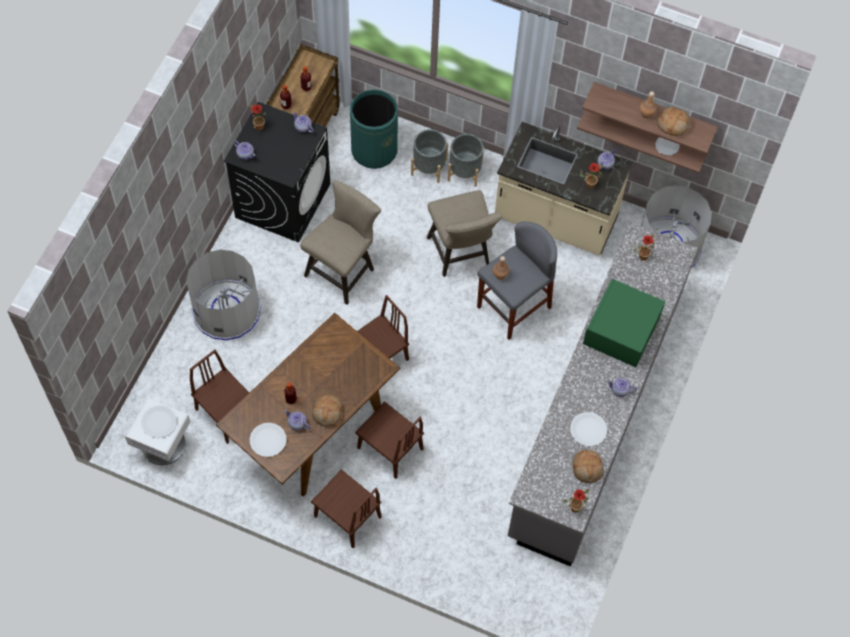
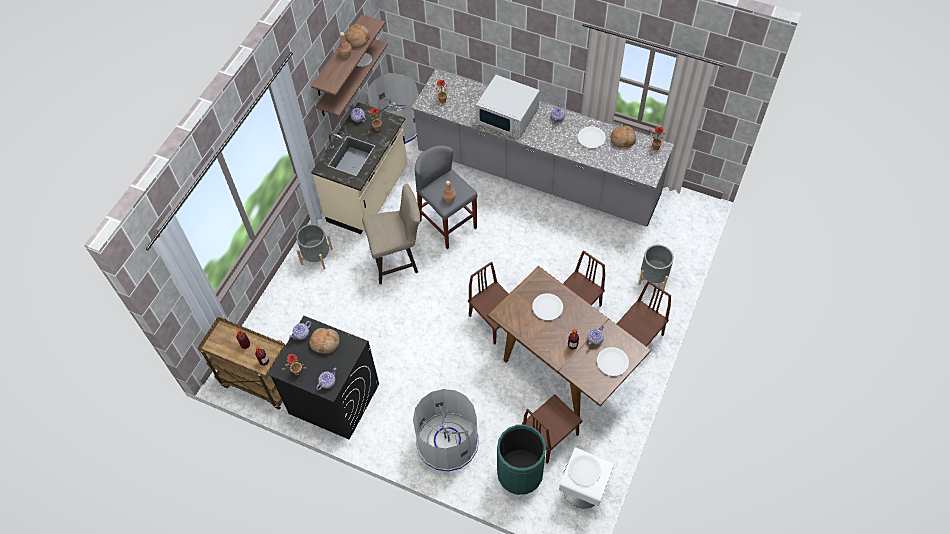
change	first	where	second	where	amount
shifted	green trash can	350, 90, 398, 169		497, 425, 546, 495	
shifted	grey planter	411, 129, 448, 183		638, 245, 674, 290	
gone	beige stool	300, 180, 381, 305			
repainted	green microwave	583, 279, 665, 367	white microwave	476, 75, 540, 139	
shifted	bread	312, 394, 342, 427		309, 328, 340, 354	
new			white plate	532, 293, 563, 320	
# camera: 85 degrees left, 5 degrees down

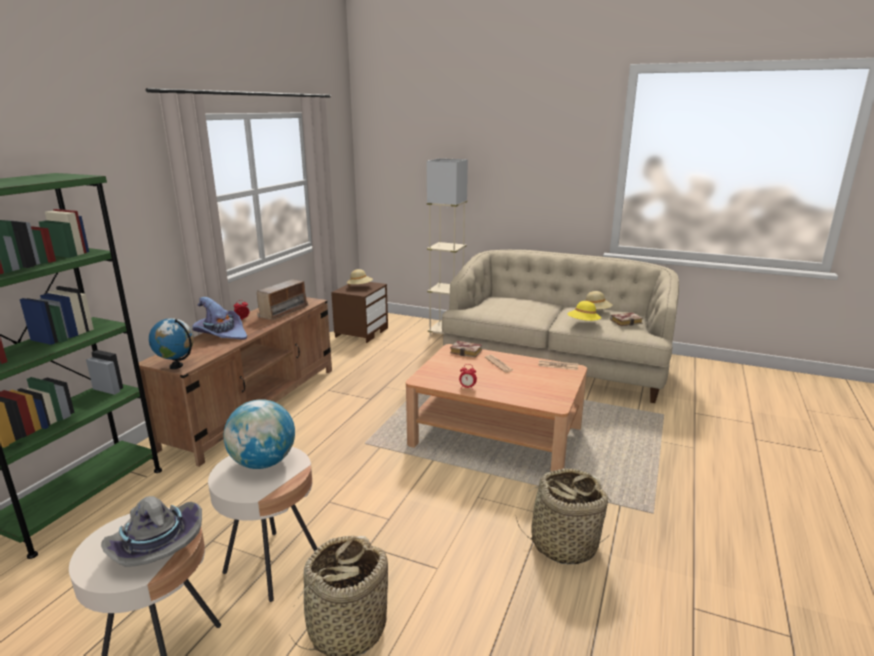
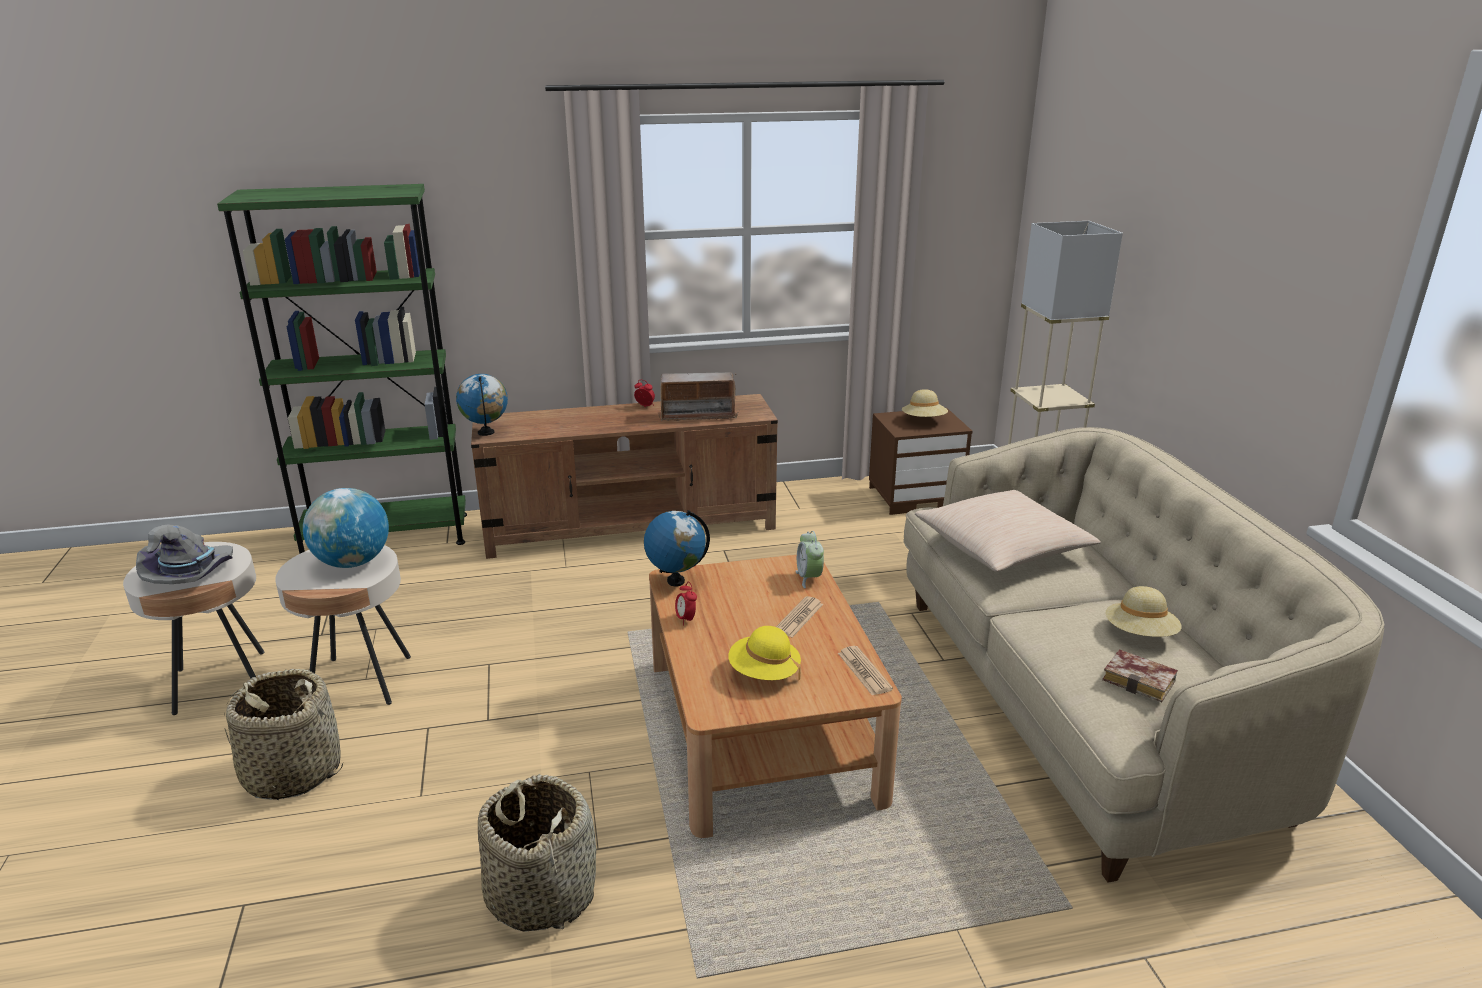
change	first	where	second	where	amount
gone	purple hat	192, 297, 247, 340			
shifted	yellow hat	567, 301, 601, 321		728, 626, 801, 681	
swapped	book	450, 341, 482, 357	alarm clock	795, 531, 824, 588	
new			beige pillow	915, 490, 1101, 572	
new			globe	644, 510, 710, 586	
# camera: 55 degrees right, 5 degrees up

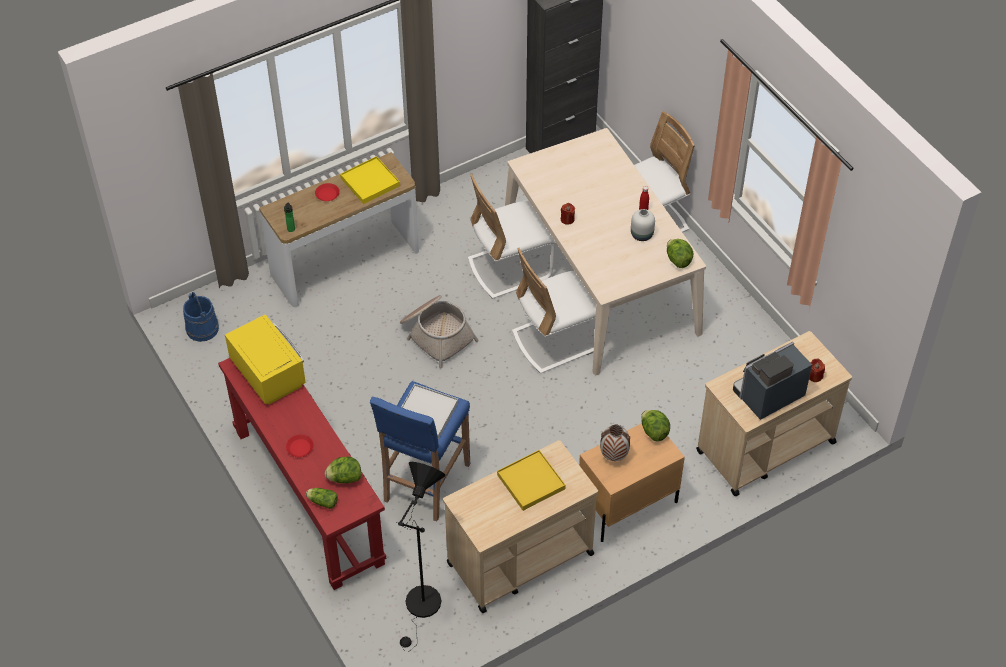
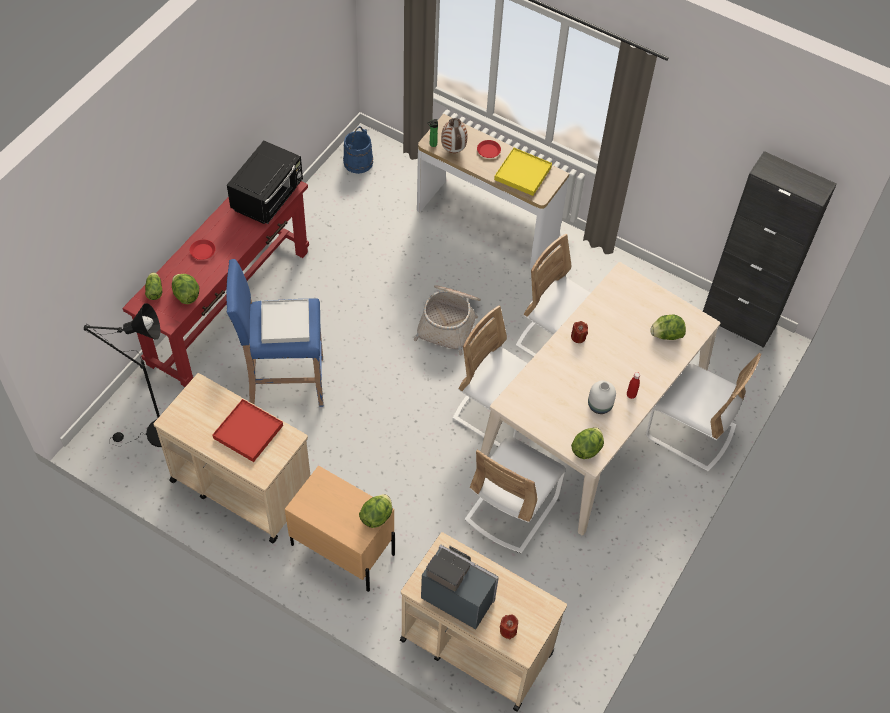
change	first	where	second	where	amount
repainted	yellow microwave	225, 314, 306, 404	black microwave	227, 141, 303, 224	
shifted	vase	600, 425, 630, 461		441, 118, 467, 153	
repainted	yellow tray	497, 450, 566, 511	red tray	212, 399, 283, 462	
new			lettuce	650, 315, 686, 340	
new			white chair	465, 436, 566, 553	
# camera: 60 degrees right, 5 degrees up

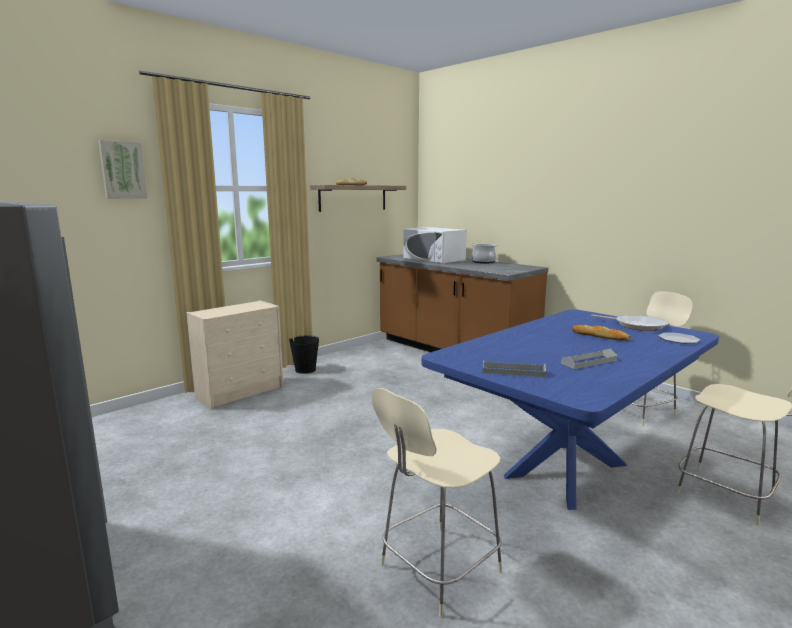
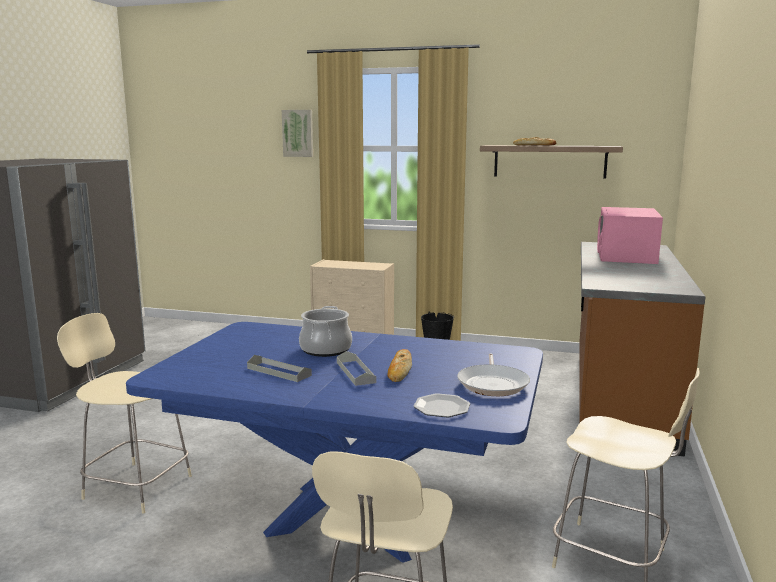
change	first	where	second	where	amount
repainted	white microwave	403, 227, 467, 263	pink microwave	597, 207, 663, 264	
shifted	cooking pot	471, 243, 499, 264		299, 306, 352, 357	
shifted	grey tray	483, 360, 546, 377		337, 351, 376, 386	
# camera: 60 degrees right, 0 degrees up

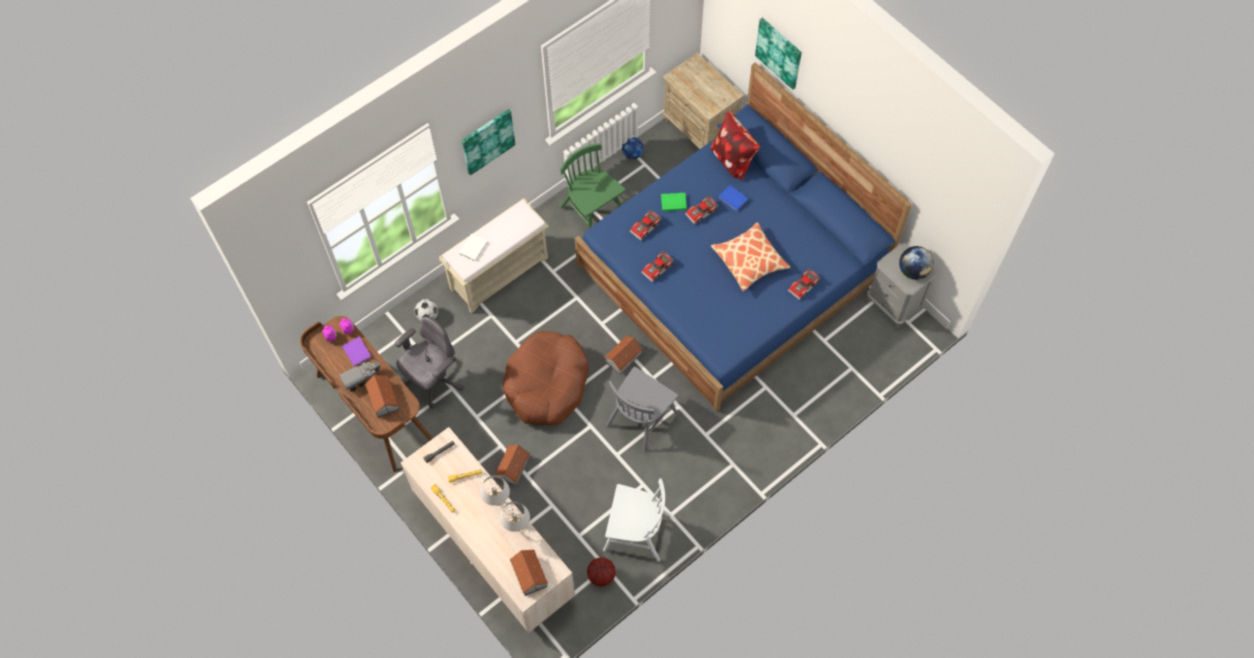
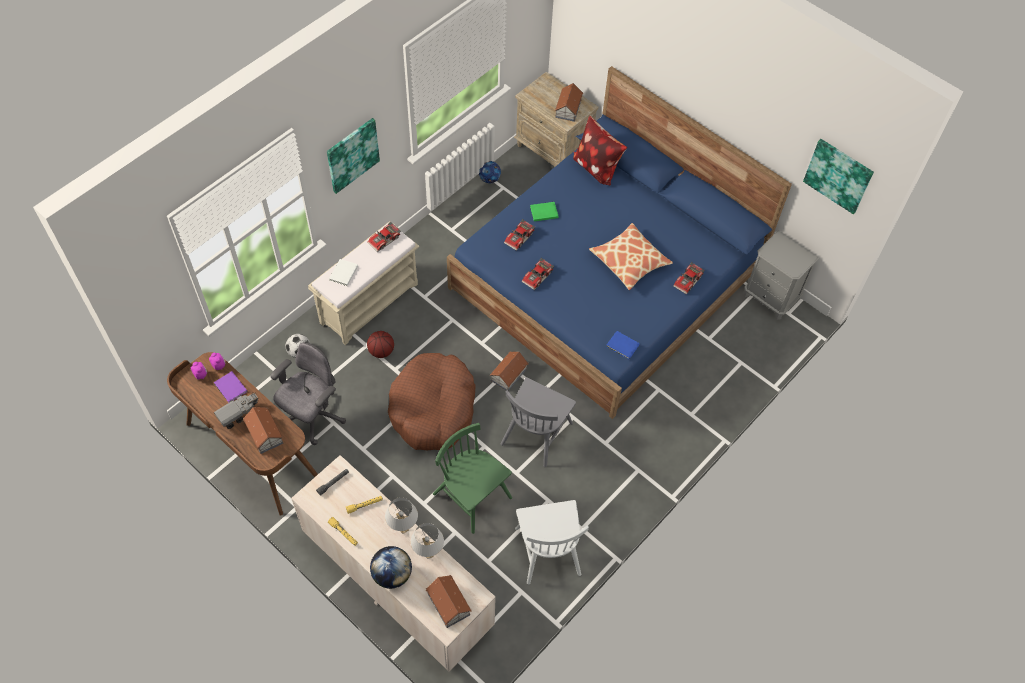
change	first	where	second	where	amount
shifted	picture	755, 18, 802, 90		803, 139, 874, 214	
shifted	green chair	560, 143, 626, 229		433, 423, 512, 534	
shifted	blue book	718, 185, 749, 212		606, 331, 640, 359	
shifted	toy car	685, 196, 719, 224		367, 222, 401, 252	
shifted	globe	899, 246, 934, 280		370, 546, 412, 589	
shifted	toy house	495, 445, 530, 486		555, 83, 583, 122	
rotated	white chair	603, 478, 670, 562		515, 500, 589, 584	75 degrees clockwise
shifted	basketball	587, 557, 616, 586		367, 331, 394, 358	
# camera: 10 degrees left, 5 degrees down

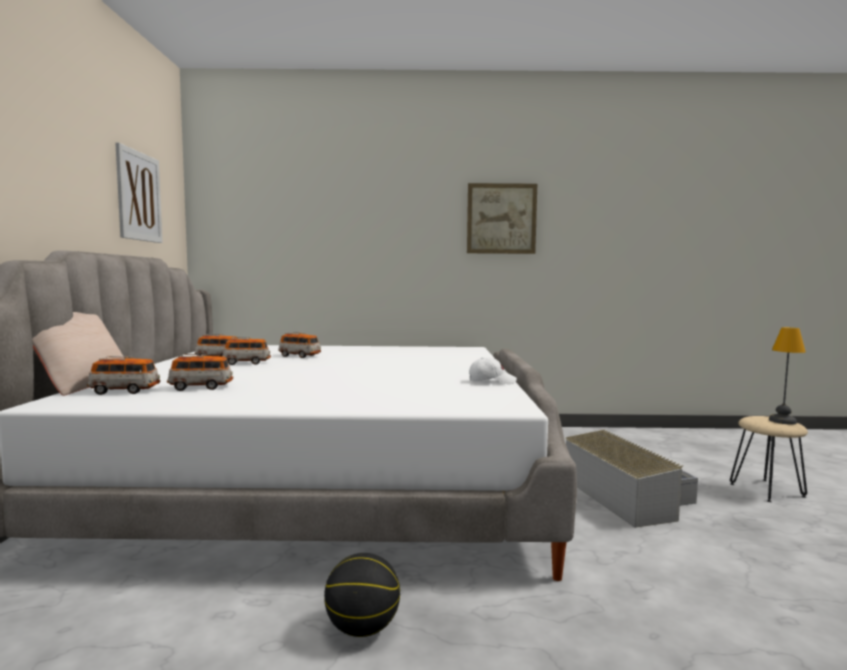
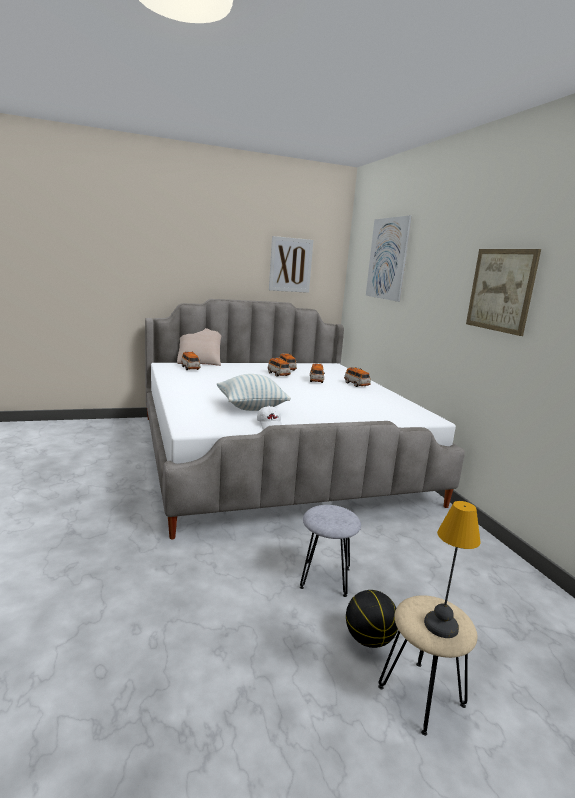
change	first	where	second	where	amount
shifted	toy car	167, 354, 233, 391		344, 367, 371, 387	
swapped	grey storage box	565, 430, 698, 528	grey stool	300, 505, 361, 597	
shifted	basketball	324, 553, 400, 637		346, 590, 398, 648	
new			picture	366, 215, 412, 302	
new			pillow	217, 374, 291, 411	
# camera: 70 degrees right, 10 degrees up

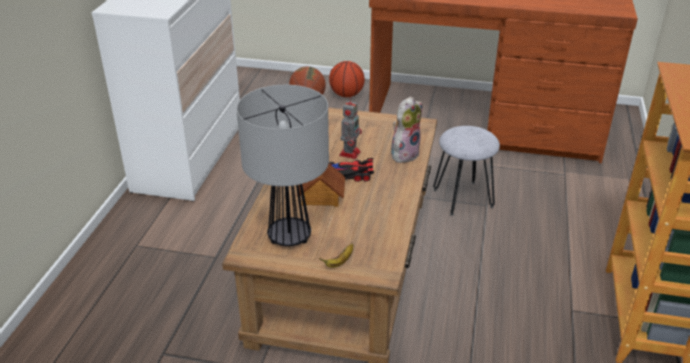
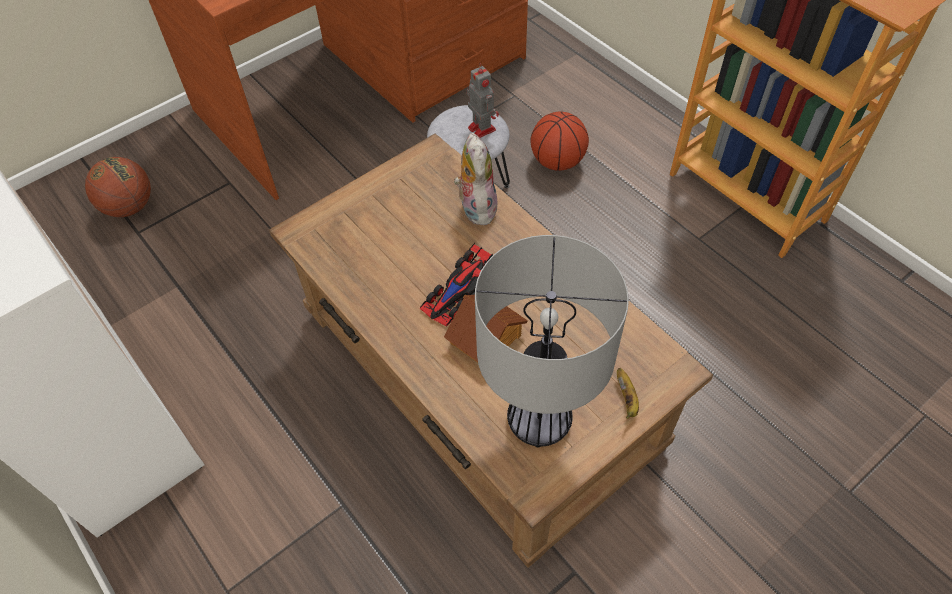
change	first	where	second	where	amount
shifted	basketball	329, 61, 365, 97		530, 111, 589, 171	
shifted	toy robot	339, 99, 362, 159		466, 63, 499, 138	
# camera: 50 degrees left, 20 degrees up

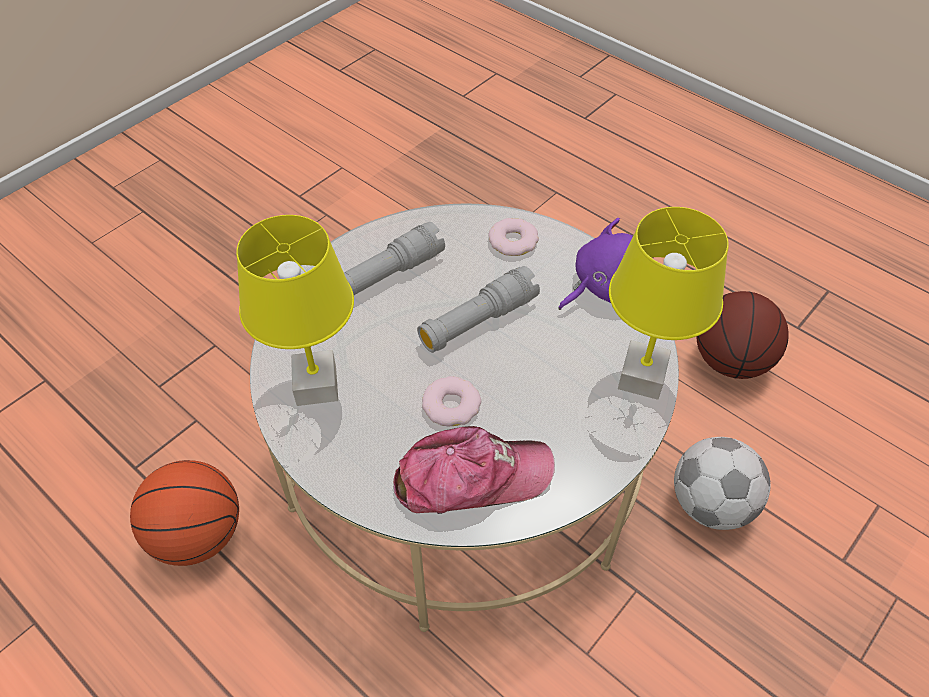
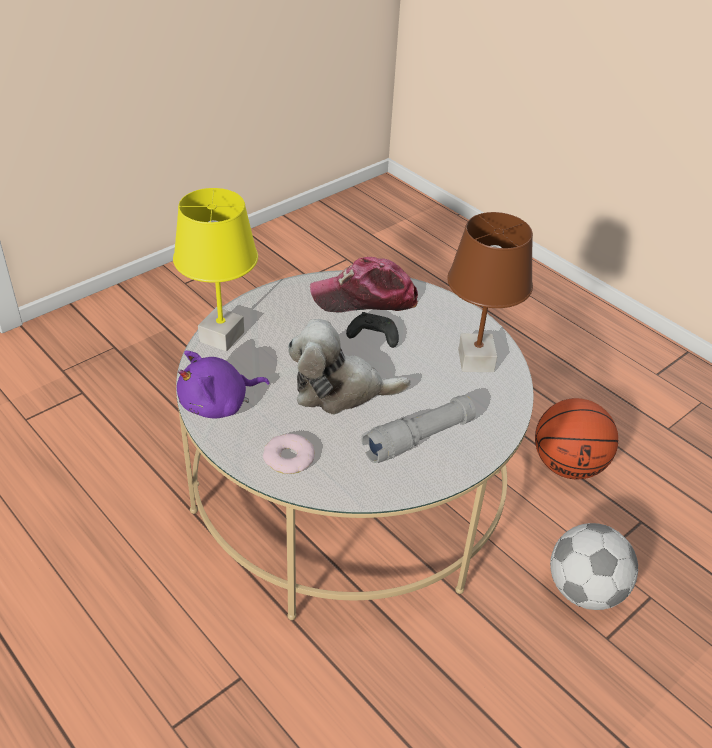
change	first	where	second	where	amount
repainted	yellow table lamp	236, 215, 354, 406	brown table lamp	447, 212, 533, 372	
swapped	grey flashlight	417, 266, 540, 353	plush toy	288, 319, 411, 414	
gone	basketball	696, 291, 789, 379			
swapped	donut	422, 376, 481, 426	black game controller	346, 312, 399, 348	
shifted	football	674, 437, 771, 530		550, 523, 638, 610	
# camera: 175 degrees left, 10 degrees down

